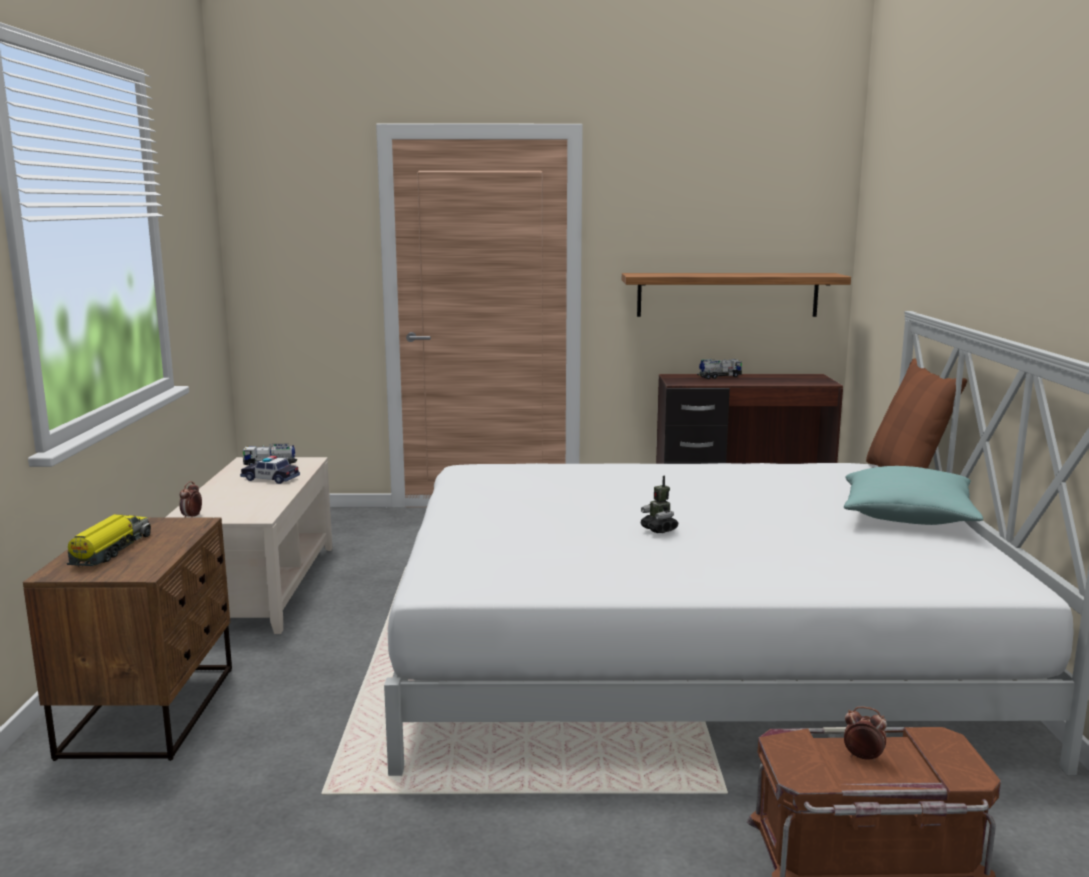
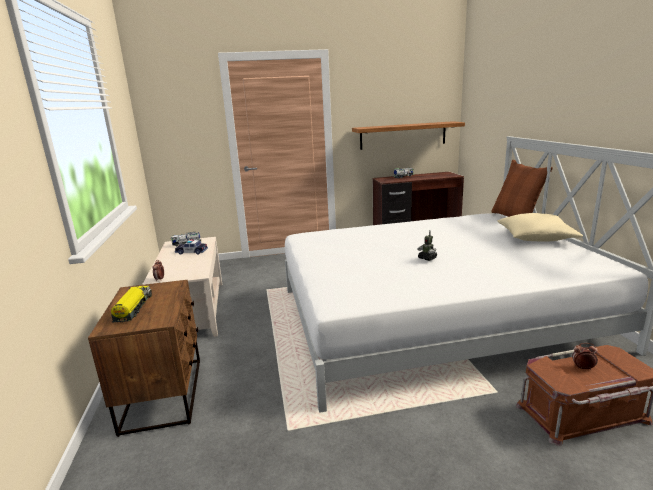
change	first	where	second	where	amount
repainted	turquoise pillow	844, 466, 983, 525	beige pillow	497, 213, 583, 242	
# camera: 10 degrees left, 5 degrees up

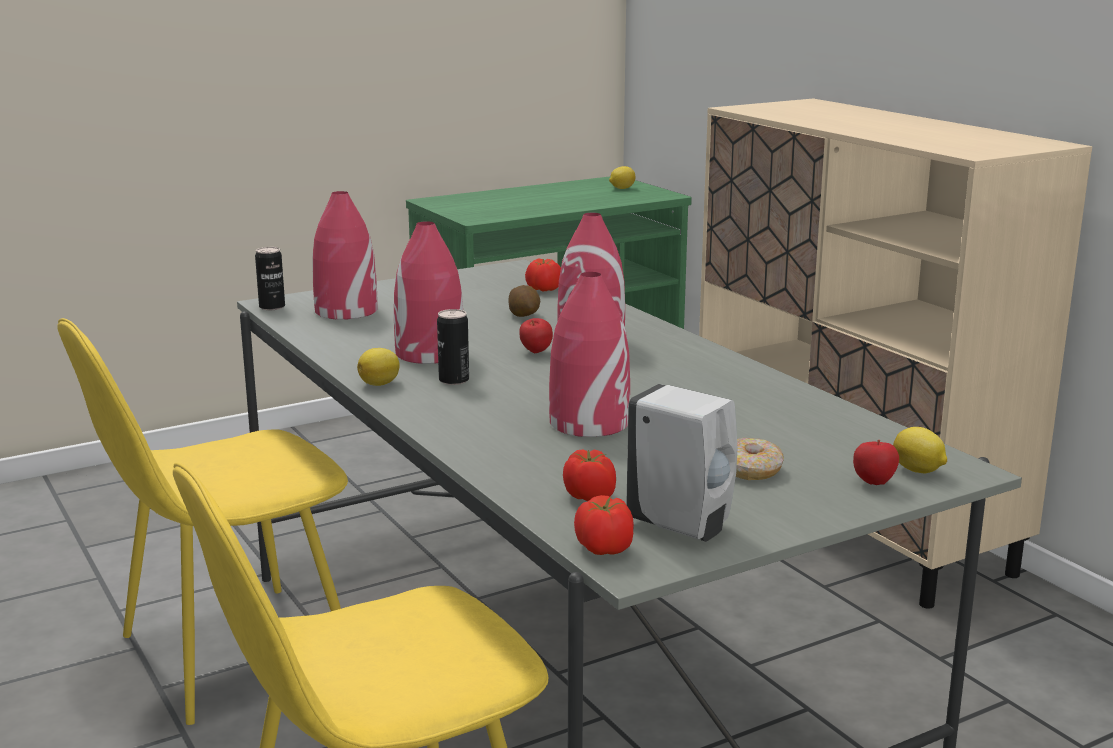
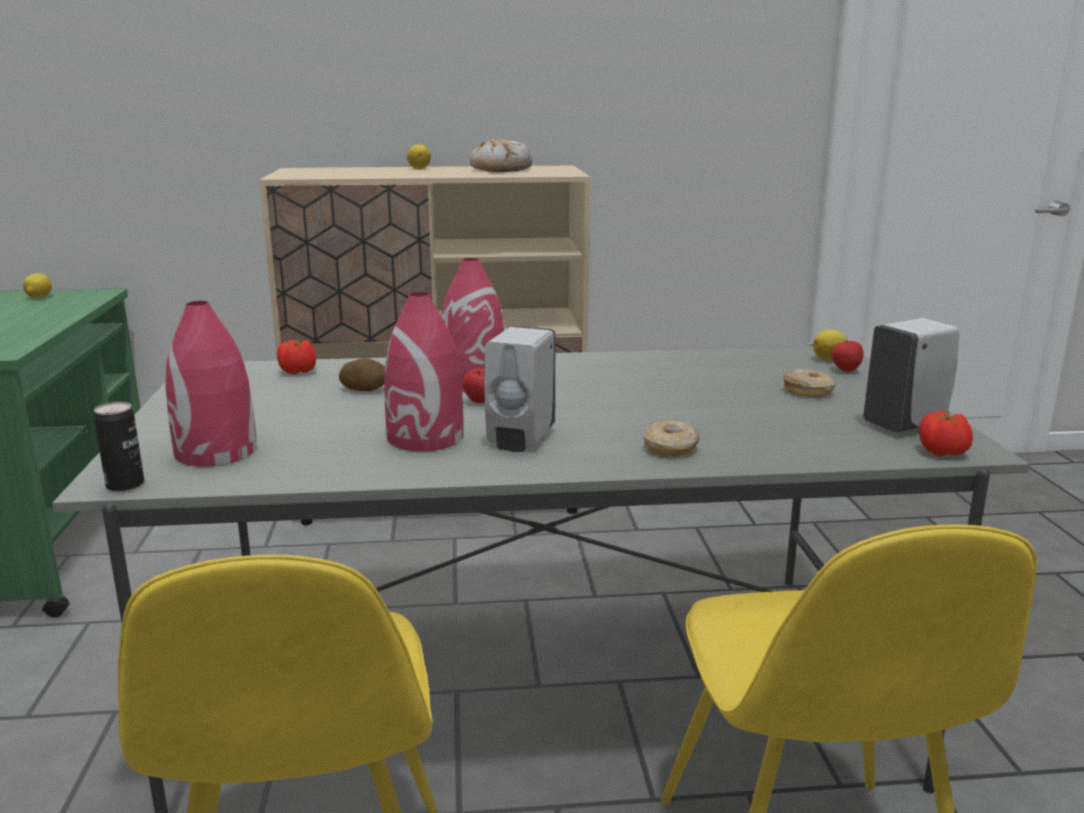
change	first	where	second	where	amount
gone	red vase	549, 272, 630, 437			
swapped	can	437, 309, 469, 385	white soap dispenser	484, 326, 555, 452	
shifted	lemon	357, 348, 400, 386		407, 144, 431, 169	
gone	tomato	563, 450, 616, 501			
new			bread	470, 139, 532, 172	
new			donut	643, 419, 699, 457	
# camera: 65 degrees left, 0 degrees up

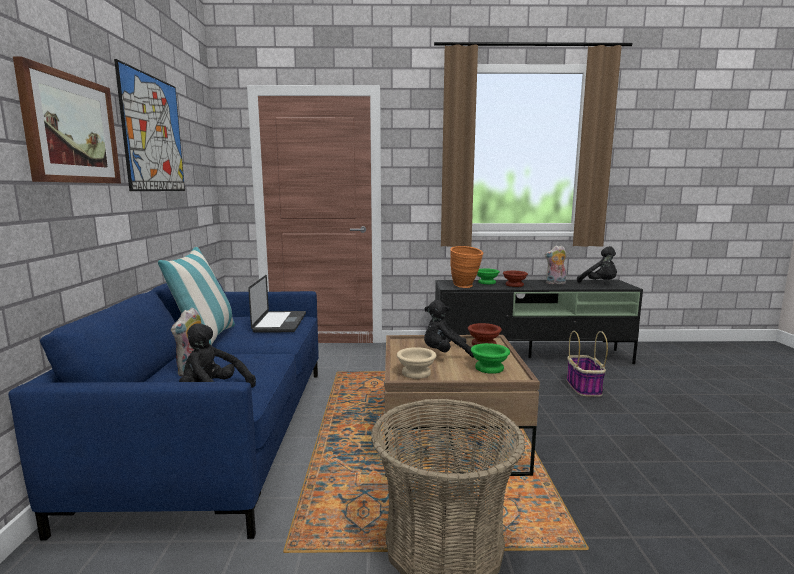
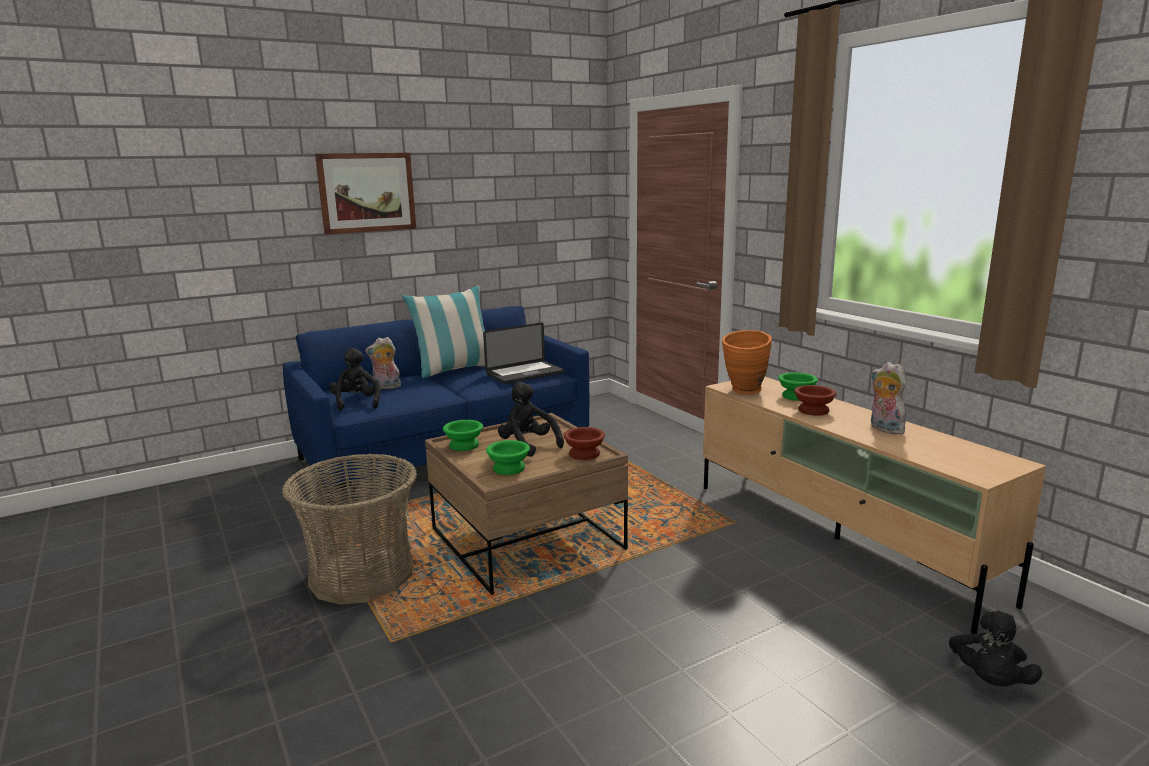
change	first	where	second	where	amount
gone	picture	114, 59, 185, 191			
shifted	black plush toy	577, 246, 617, 283		949, 611, 1042, 687	
repainted	black tv stand	435, 280, 643, 364	beige tv stand	703, 377, 1046, 634	
gone	basket	567, 331, 608, 397			
repainted	beige bowl	397, 347, 436, 379	green bowl	443, 420, 483, 451	
# camera: 60 degrees right, 5 degrees up

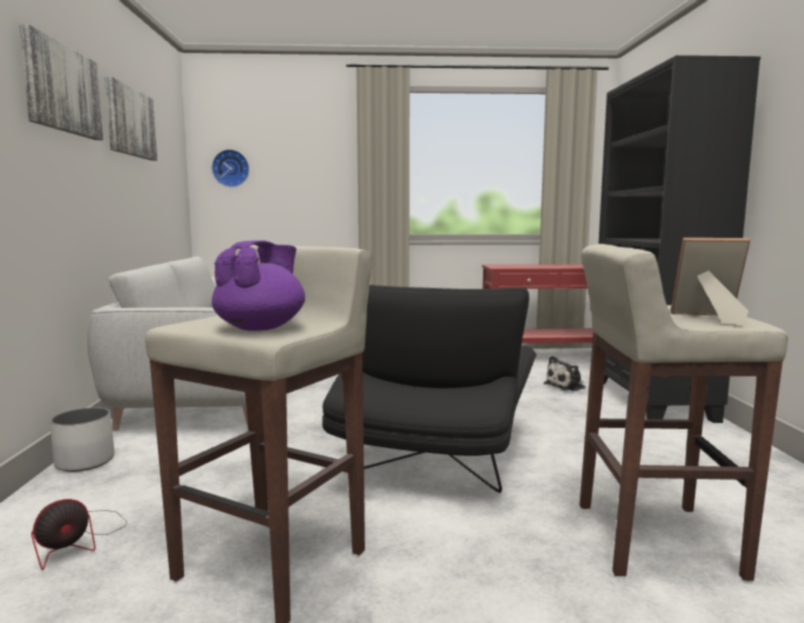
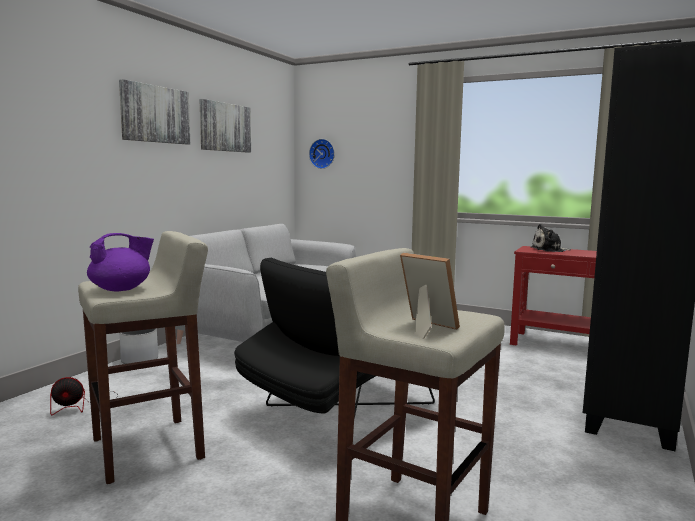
change	first	where	second	where	amount
shifted	plush toy	544, 356, 585, 391		531, 224, 571, 252	
# camera: 30 degrees right, 0 degrees up

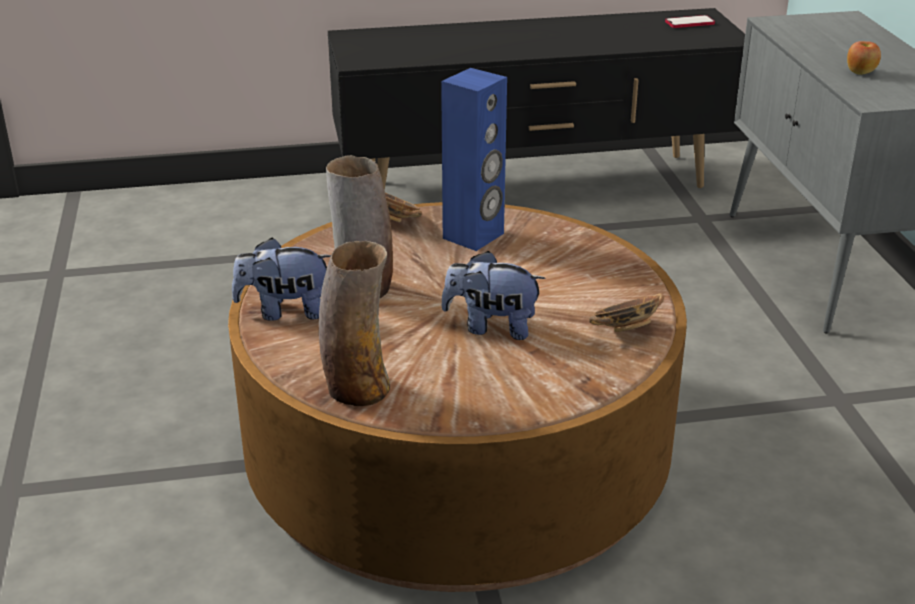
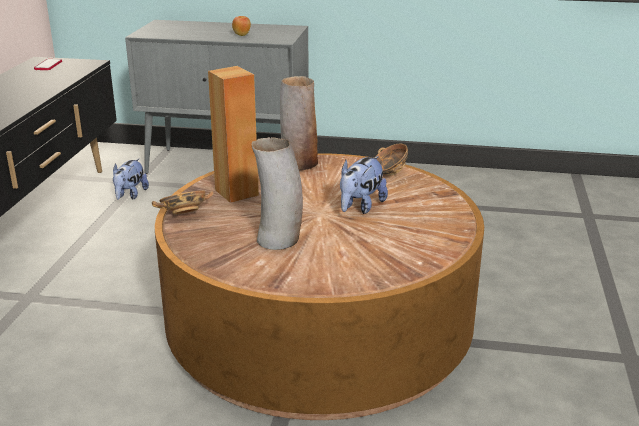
change	first	where	second	where	amount
repainted	blue speaker	441, 68, 507, 251	brown speaker	208, 66, 259, 203	
shifted	plush toy	232, 237, 331, 321		113, 159, 149, 200	
shifted	vase	319, 241, 390, 406		280, 76, 318, 171	
# camera: 70 degrees left, 5 degrees down

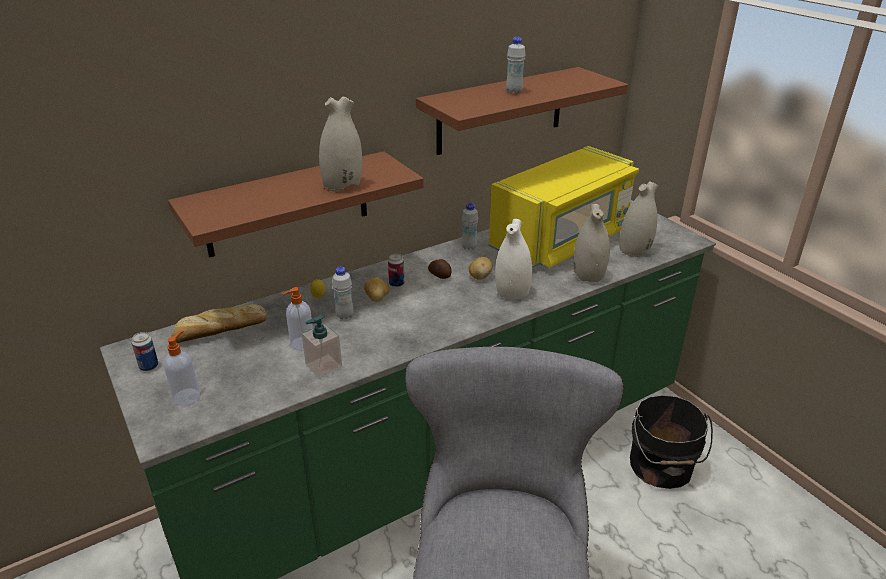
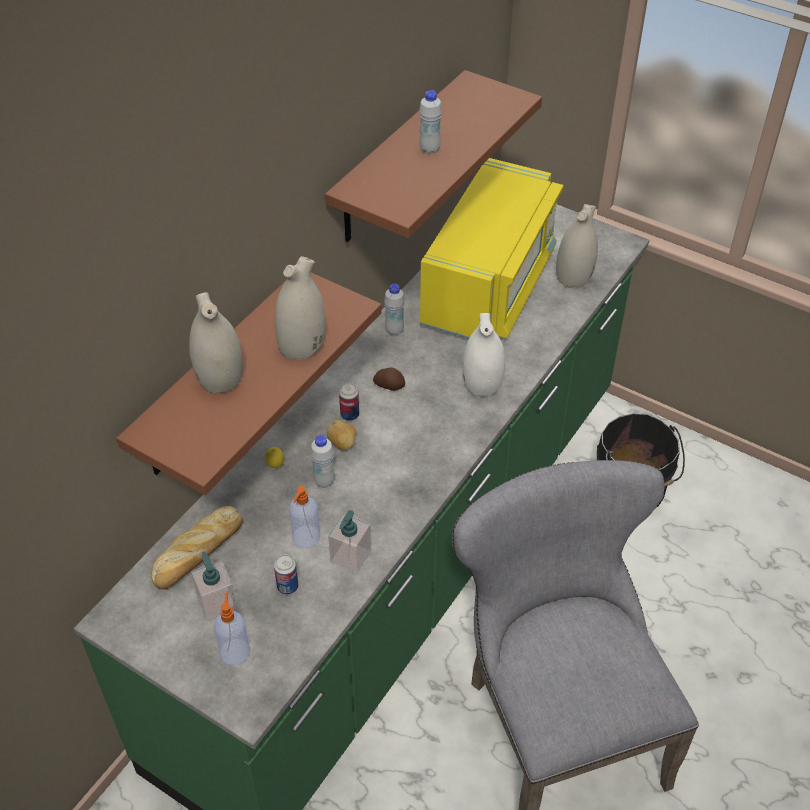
change	first	where	second	where	amount
shifted	white vase	573, 204, 610, 282		189, 292, 243, 394	
gone	potato	468, 257, 493, 280			
shifted	can	132, 332, 158, 371		274, 555, 298, 595	
new			soap dispenser	191, 551, 237, 622	
# camera: 25 degrees left, 15 degrees up

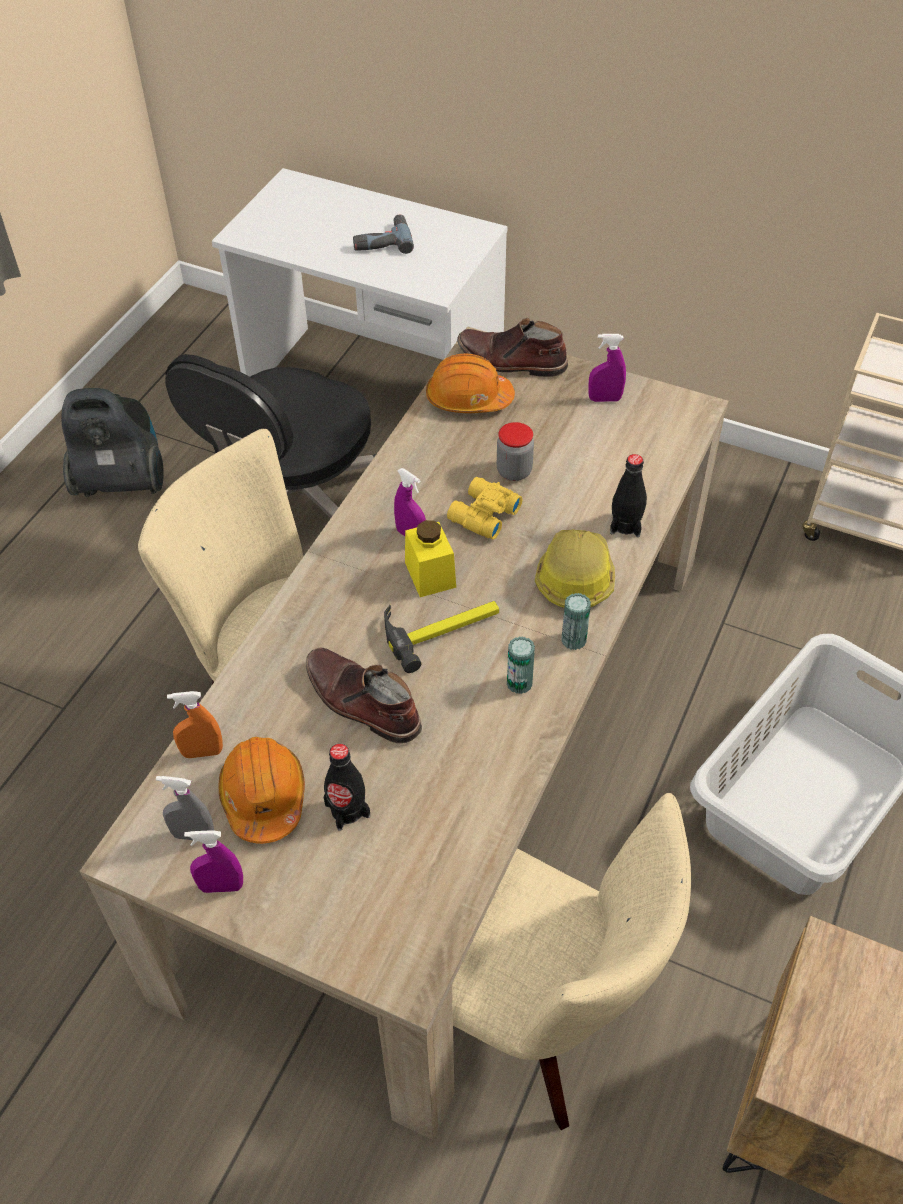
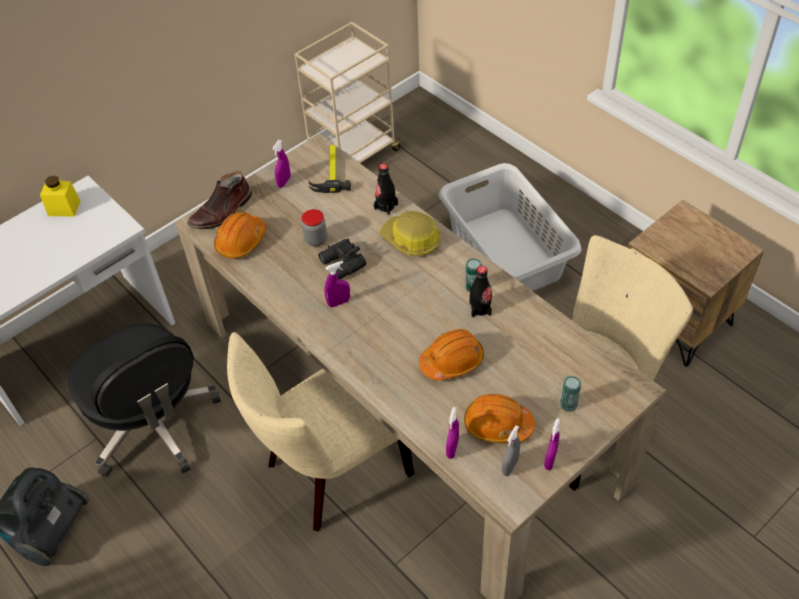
change	first	where	second	where	amount
gone	power drill	353, 214, 414, 254			
repainted	yellow binoculars	447, 477, 522, 539	black binoculars	318, 239, 366, 279	
shifted	yellow jar	405, 520, 456, 597		40, 176, 80, 217	
shifted	can	561, 593, 591, 650		560, 376, 581, 412	
shifted	hammer	384, 601, 499, 673		308, 145, 351, 193	
swapped	brown boot	306, 647, 422, 744	orange hard hat	419, 329, 484, 380	
repainted	orange spray bottle	167, 691, 223, 758	purple spray bottle	446, 407, 459, 459	
shifted	black bottle	324, 744, 370, 831		469, 266, 492, 318	
# camera: 65 degrees left, 0 degrees up

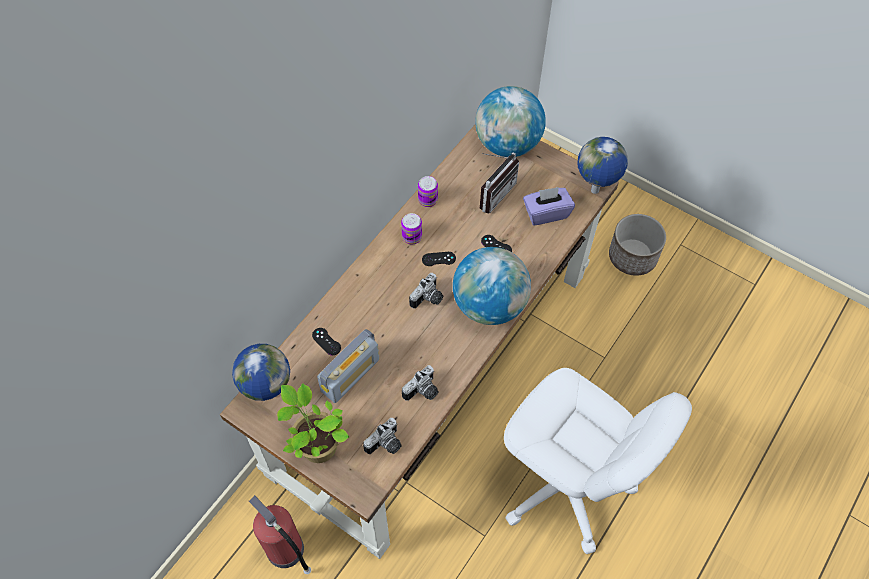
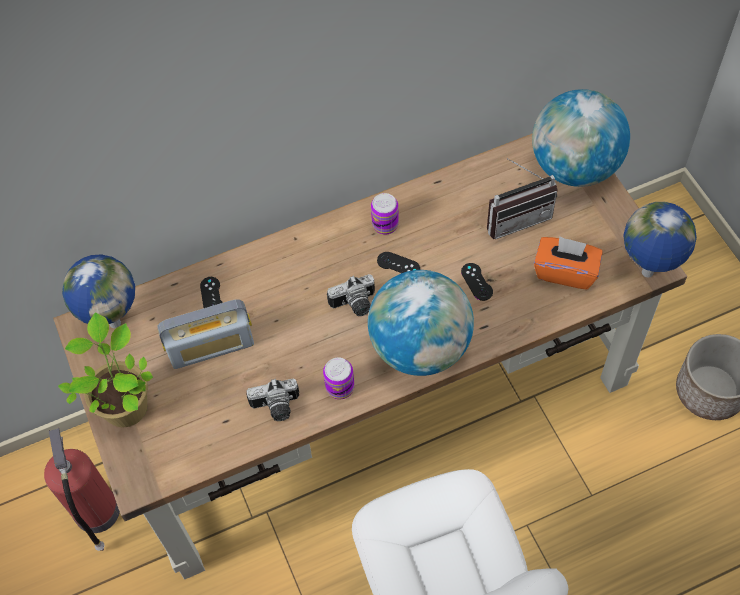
change	first	where	second	where	amount
shifted	can	418, 176, 438, 207		323, 357, 355, 399	
repainted	purple tissue box	523, 187, 575, 225	orange tissue box	534, 236, 603, 289	
gone	photo camera	363, 418, 402, 454			
# camera: 35 degrees right, 0 degrees up

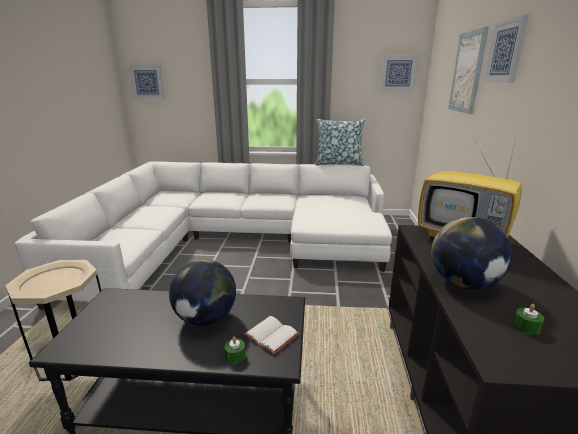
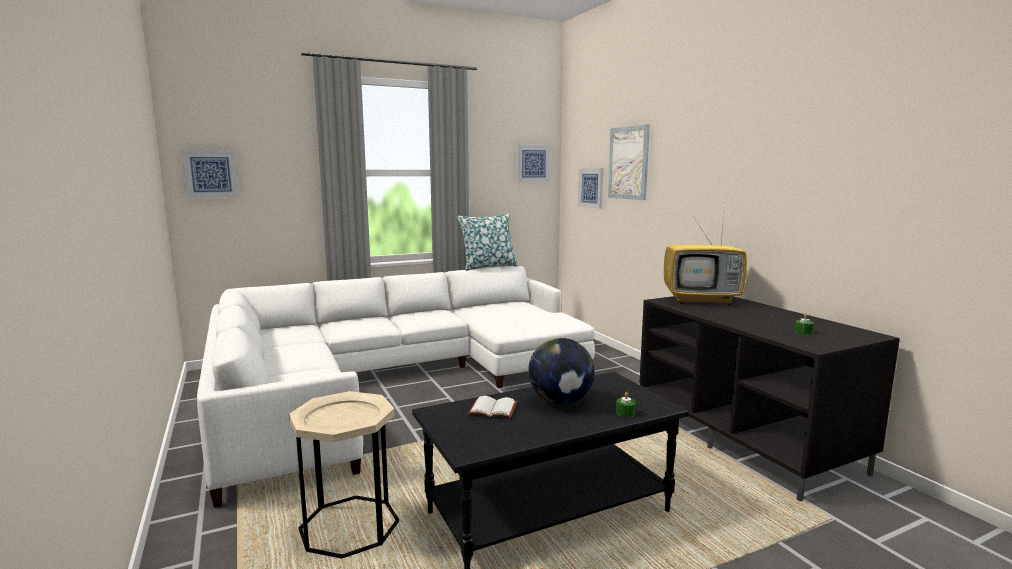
change	first	where	second	where	amount
shifted	picture	484, 15, 529, 83		578, 168, 603, 209	
gone	globe	432, 217, 512, 289			
shifted	white book	243, 316, 299, 355		468, 396, 517, 418	
# camera: 30 degrees left, 10 degrees down

